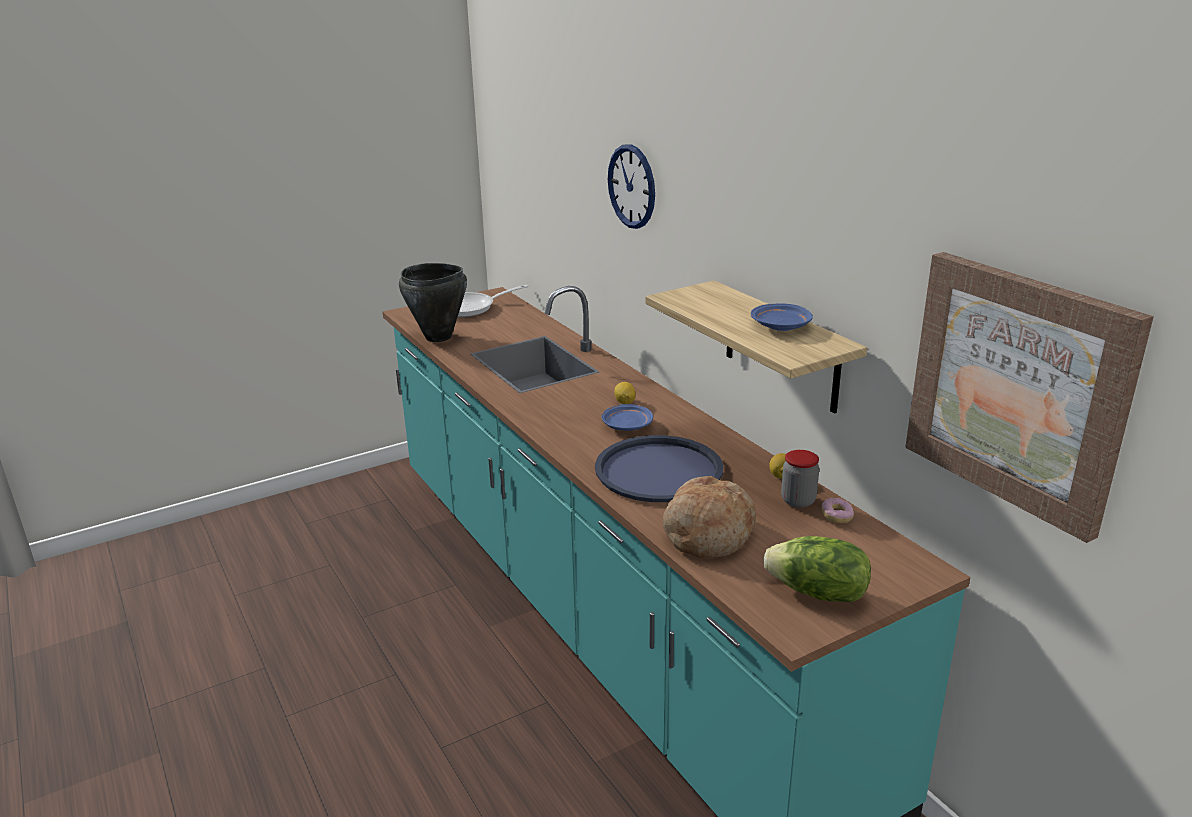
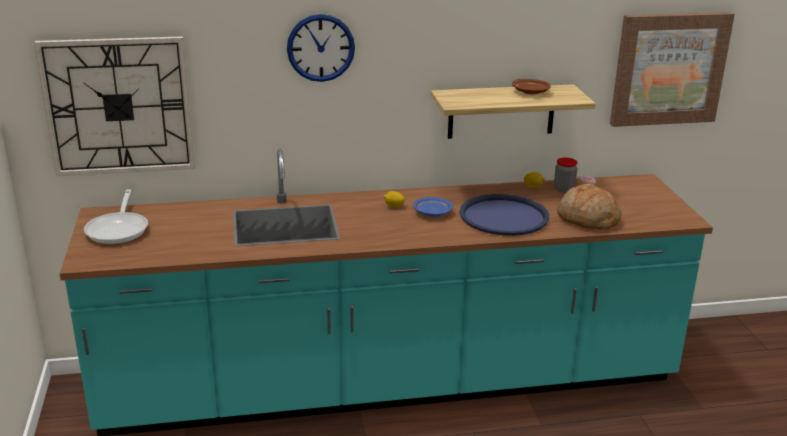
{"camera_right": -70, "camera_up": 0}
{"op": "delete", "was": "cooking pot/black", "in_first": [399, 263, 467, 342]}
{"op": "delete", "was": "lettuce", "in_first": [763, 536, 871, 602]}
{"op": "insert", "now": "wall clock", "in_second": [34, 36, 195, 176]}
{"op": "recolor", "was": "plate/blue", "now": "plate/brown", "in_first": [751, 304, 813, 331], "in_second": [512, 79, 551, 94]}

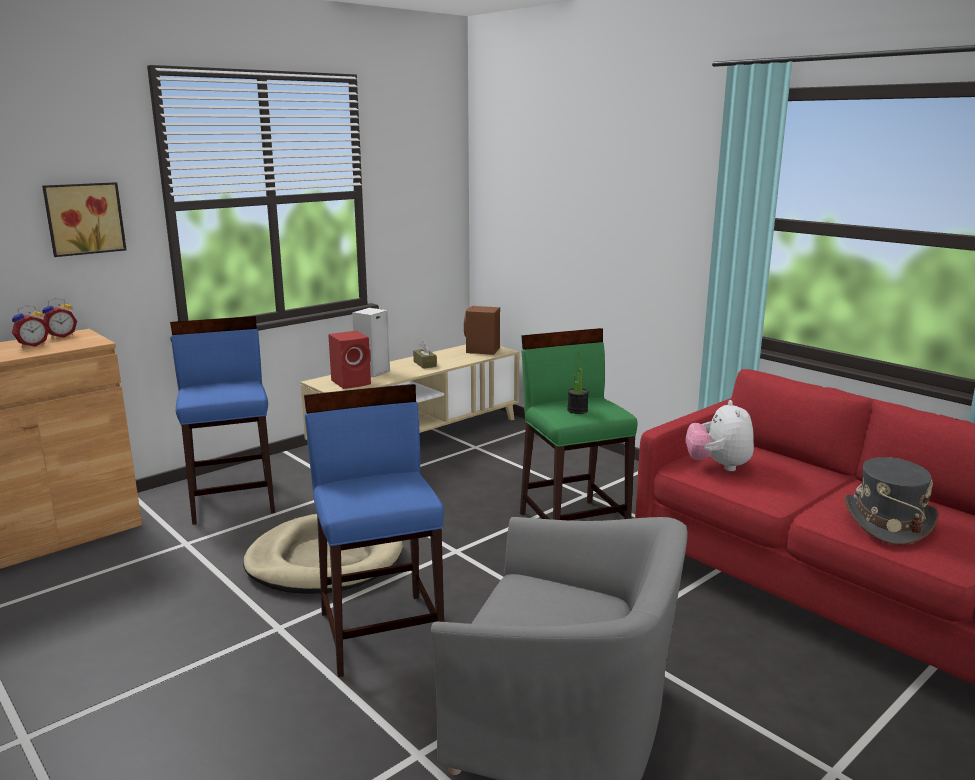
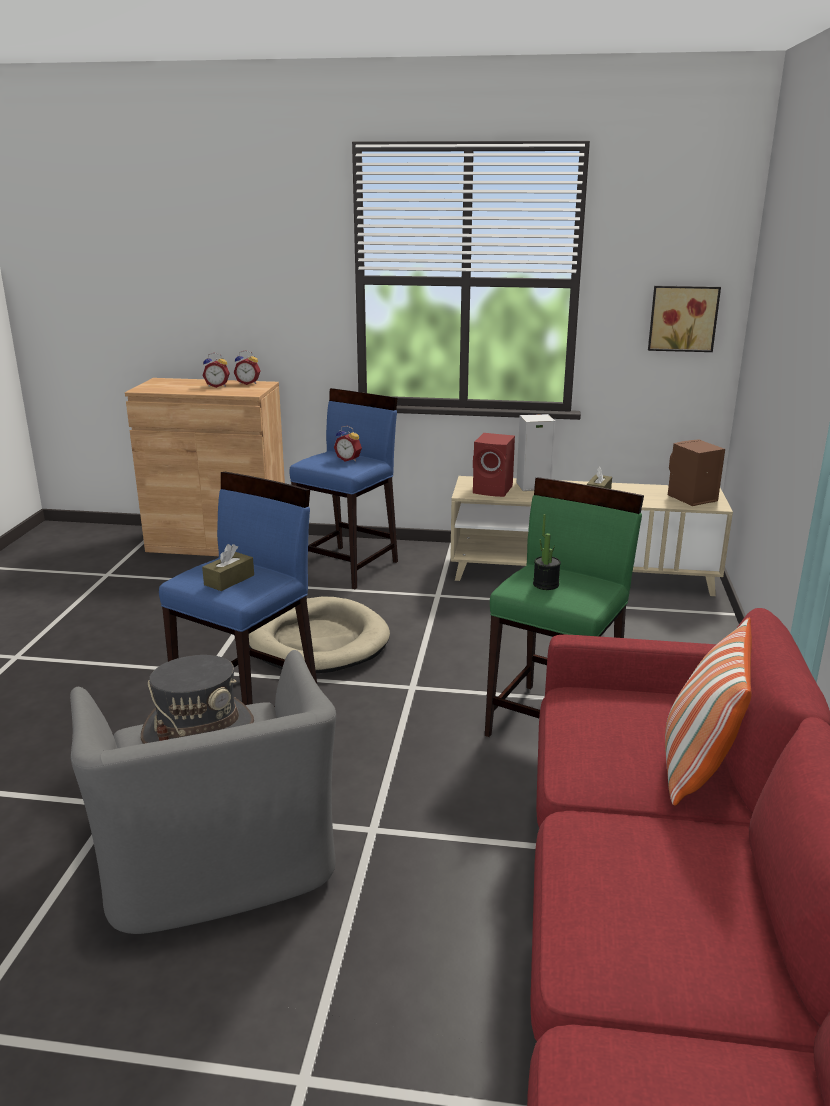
{"camera_right": 50, "camera_up": 5}
{"op": "delete", "was": "plush toy", "in_first": [685, 400, 754, 471]}
{"op": "insert", "now": "tissue box/brown", "in_second": [202, 544, 254, 591]}
{"op": "insert", "now": "alarm clock", "in_second": [334, 426, 362, 462]}
{"op": "insert", "now": "pillow", "in_second": [665, 618, 752, 806]}
{"op": "move", "was": "picture", "in_first": [42, 182, 127, 257], "in_second": [648, 286, 721, 352]}
{"op": "move", "was": "hat/grey", "in_first": [845, 457, 939, 545], "in_second": [141, 655, 254, 744]}

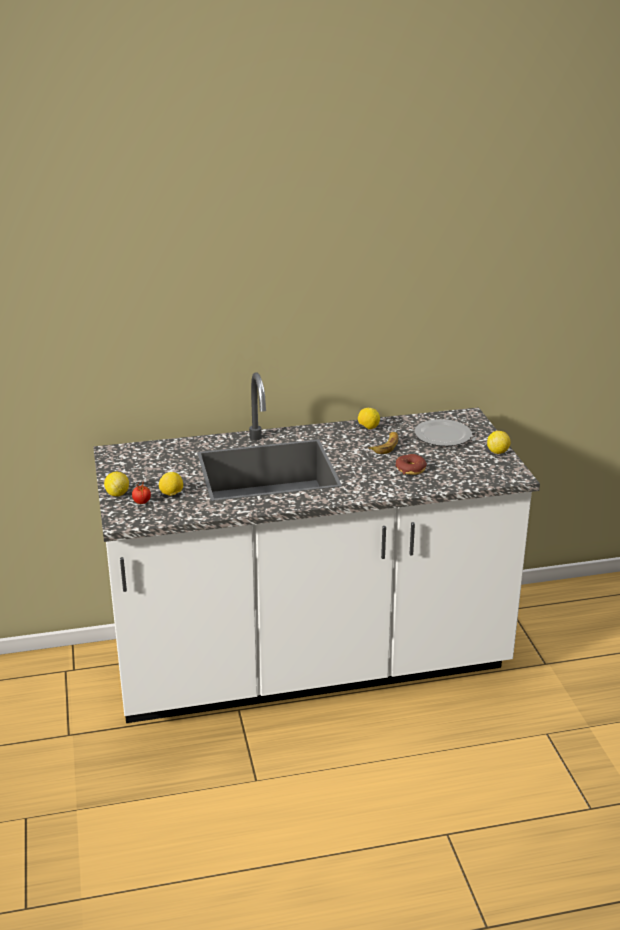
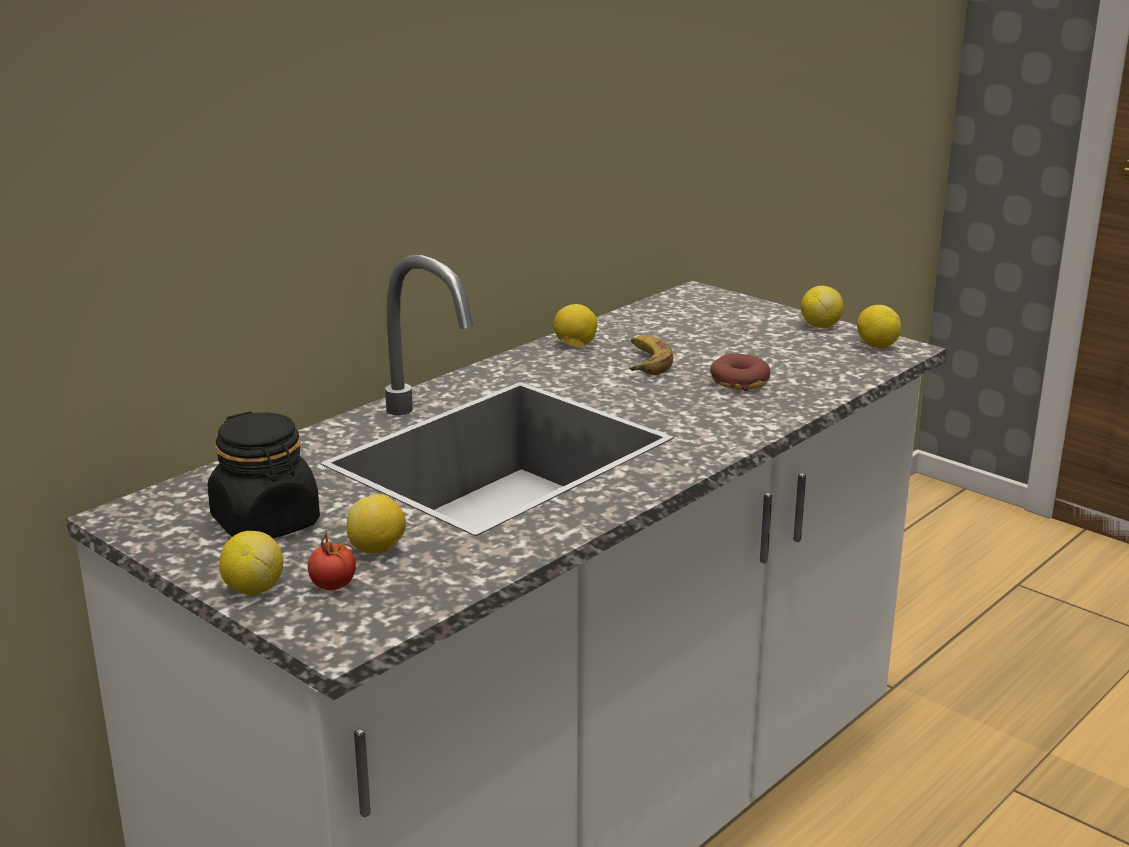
{"camera_right": -35, "camera_up": -5}
{"op": "delete", "was": "plate", "in_first": [415, 419, 472, 446]}
{"op": "insert", "now": "jar/black", "in_second": [208, 411, 320, 538]}
{"op": "insert", "now": "lemon", "in_second": [857, 305, 901, 348]}

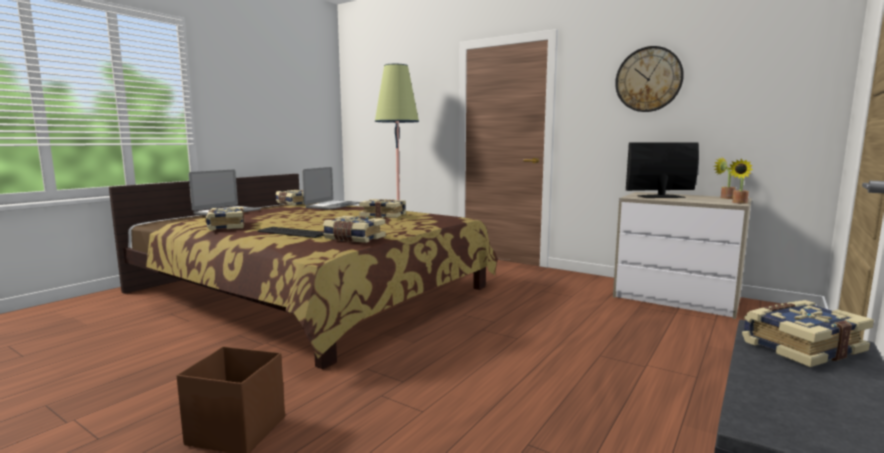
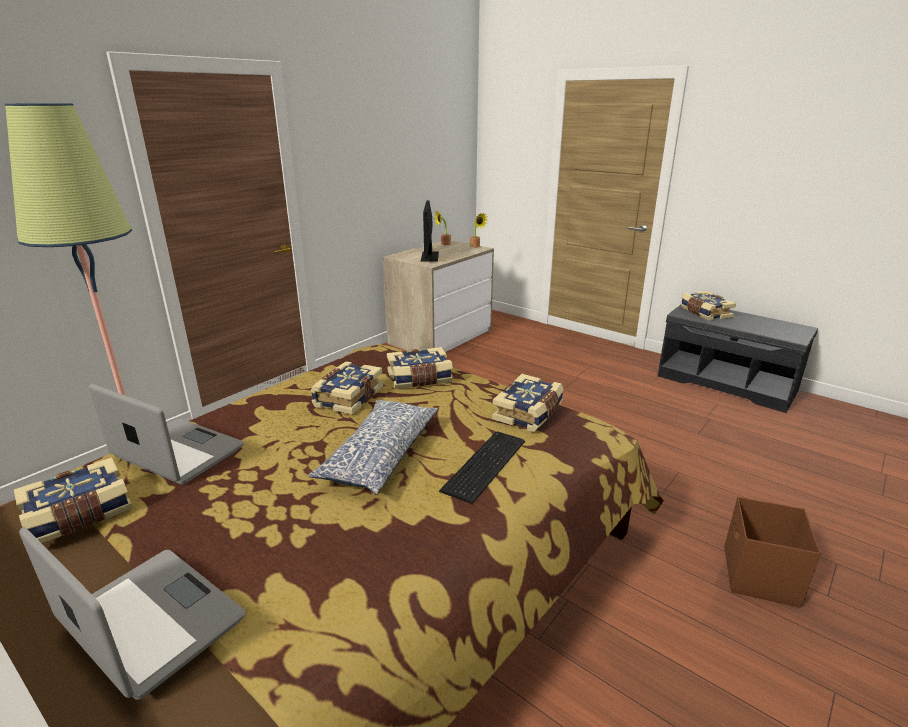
{"camera_right": -85, "camera_up": 15}
{"op": "delete", "was": "wall clock", "in_first": [615, 46, 684, 112]}
{"op": "insert", "now": "pillow", "in_second": [308, 399, 438, 495]}
{"op": "move", "was": "book", "in_first": [206, 207, 244, 230], "in_second": [387, 347, 453, 389]}

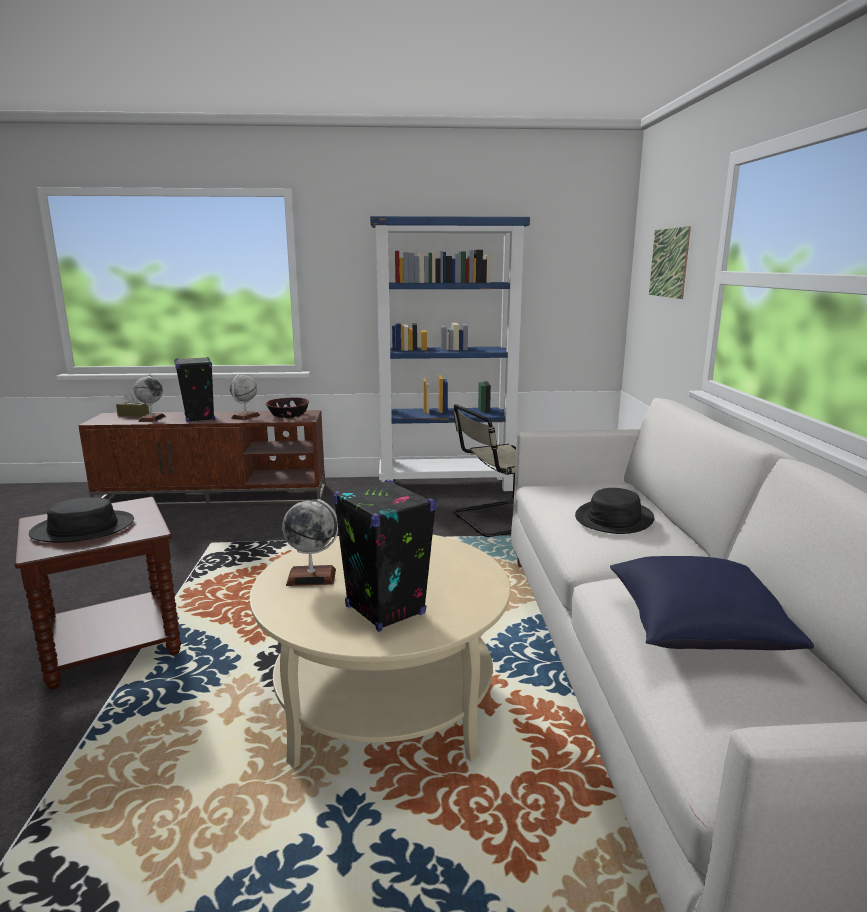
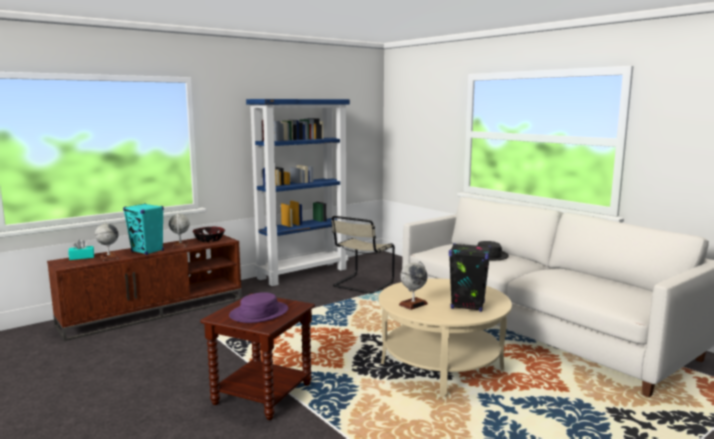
{"camera_right": -35, "camera_up": -5}
{"op": "delete", "was": "pillow/blue", "in_first": [610, 556, 814, 650]}
{"op": "delete", "was": "picture", "in_first": [649, 226, 691, 299]}
{"op": "recolor", "was": "hat/black", "now": "hat/purple", "in_first": [29, 497, 134, 543], "in_second": [229, 292, 288, 323]}
{"op": "recolor", "was": "tissue box/brown", "now": "tissue box/turquoise", "in_first": [116, 393, 149, 417], "in_second": [68, 239, 94, 260]}
{"op": "recolor", "was": "speaker/black", "now": "speaker/turquoise", "in_first": [174, 357, 215, 422], "in_second": [123, 203, 164, 255]}

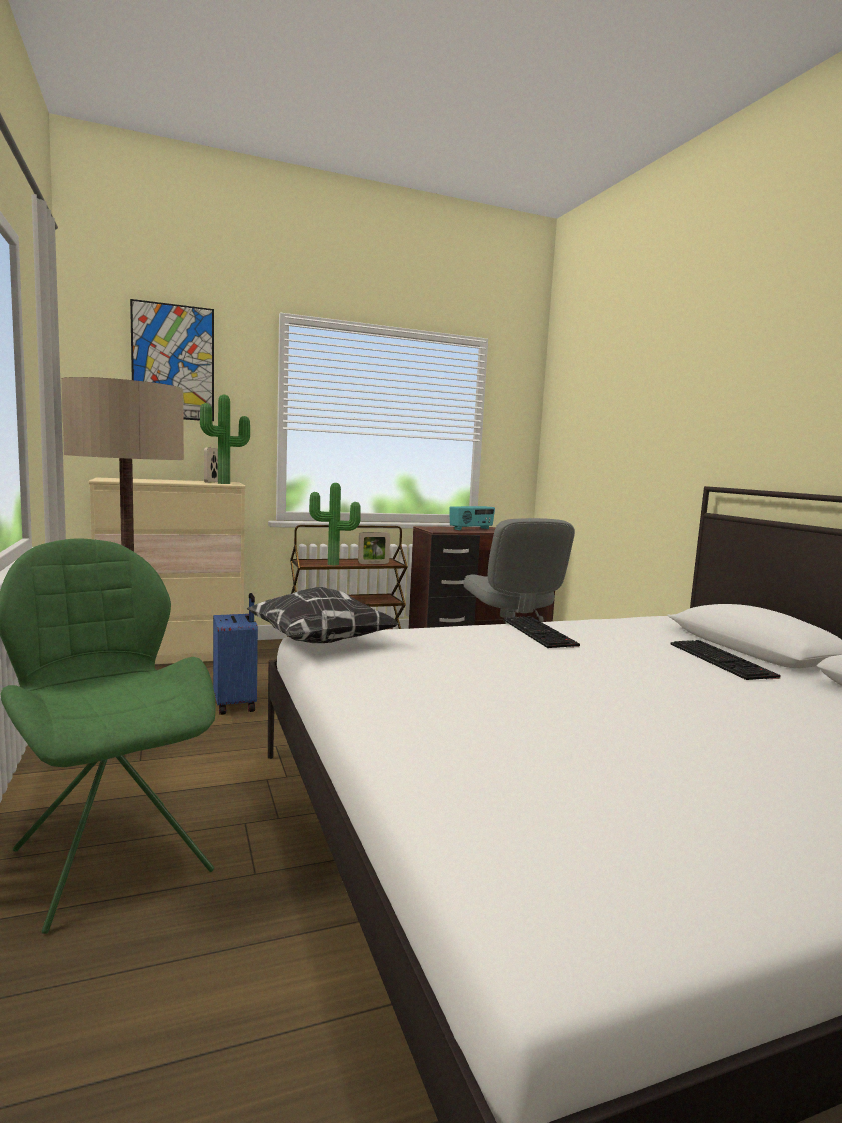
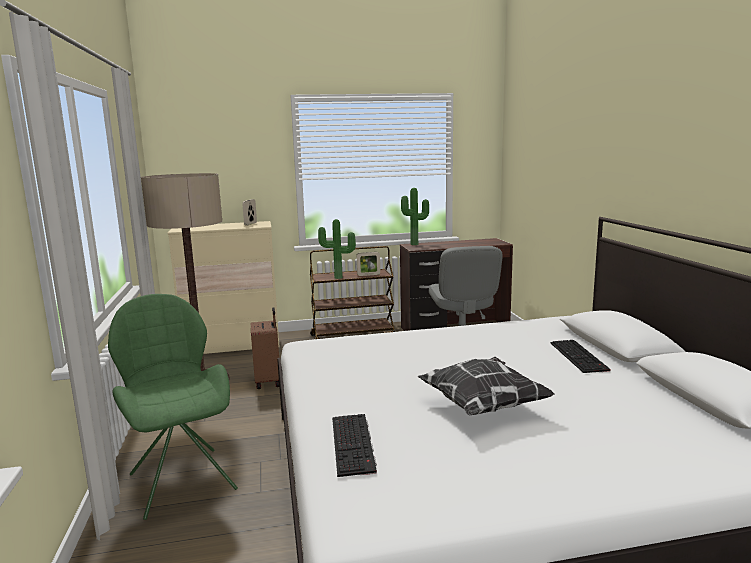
{"camera_right": 10, "camera_up": 5}
{"op": "delete", "was": "picture", "in_first": [130, 299, 214, 421]}
{"op": "delete", "was": "radio", "in_first": [449, 506, 495, 530]}
{"op": "move", "was": "potted plant", "in_first": [200, 395, 250, 484], "in_second": [401, 188, 429, 245]}
{"op": "move", "was": "pillow", "in_first": [246, 587, 399, 643], "in_second": [418, 357, 555, 415]}
{"op": "move", "was": "keyboard", "in_first": [503, 616, 580, 648], "in_second": [332, 414, 377, 477]}
{"op": "recolor", "was": "suitcase/blue", "now": "suitcase/brown", "in_first": [213, 593, 258, 715], "in_second": [251, 307, 279, 389]}

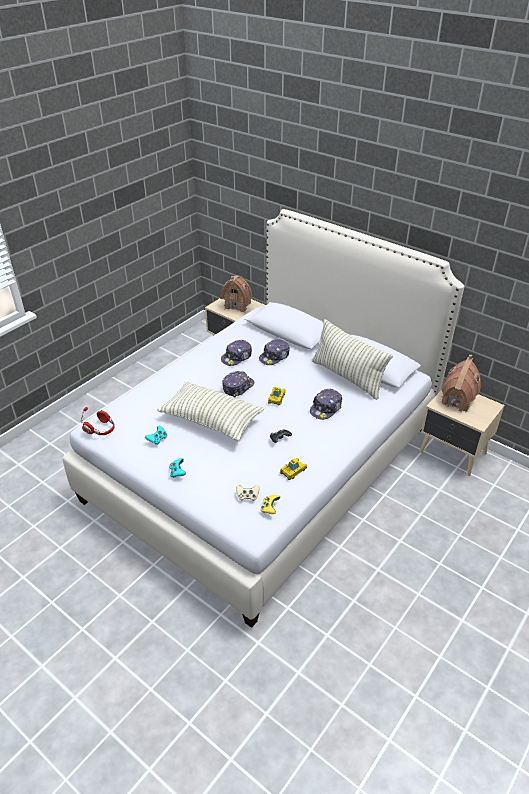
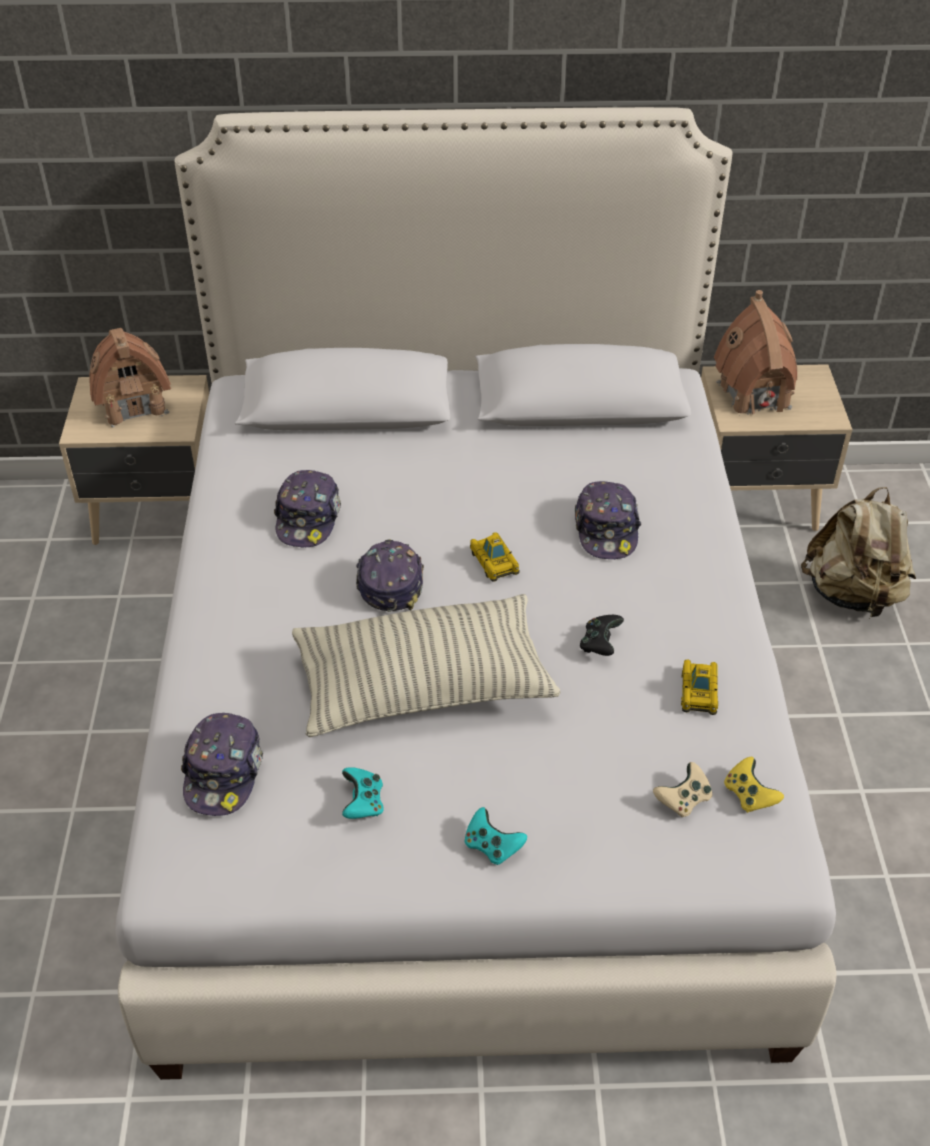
{"camera_right": -40, "camera_up": 5}
{"op": "delete", "was": "headphones/red", "in_first": [81, 407, 115, 435]}
{"op": "delete", "was": "pillow", "in_first": [312, 319, 393, 400]}
{"op": "insert", "now": "backpack/beige", "in_second": [801, 487, 916, 619]}
{"op": "move", "was": "cap", "in_first": [259, 339, 290, 365], "in_second": [181, 713, 263, 816]}

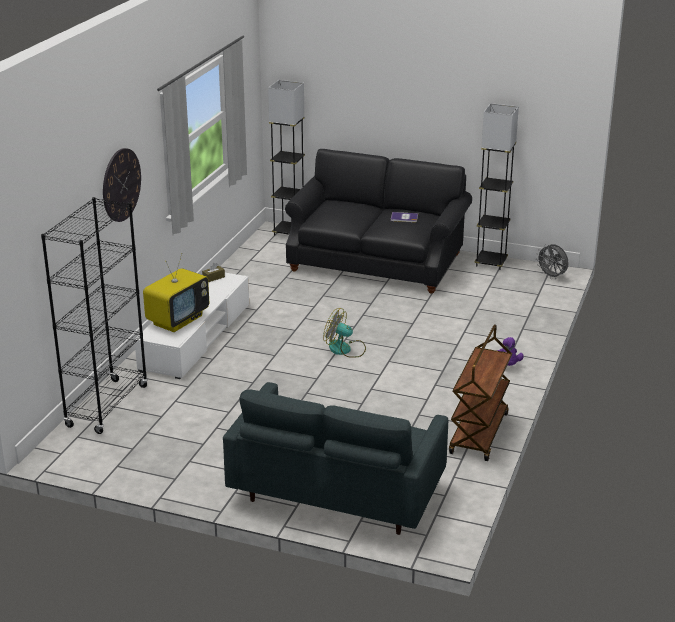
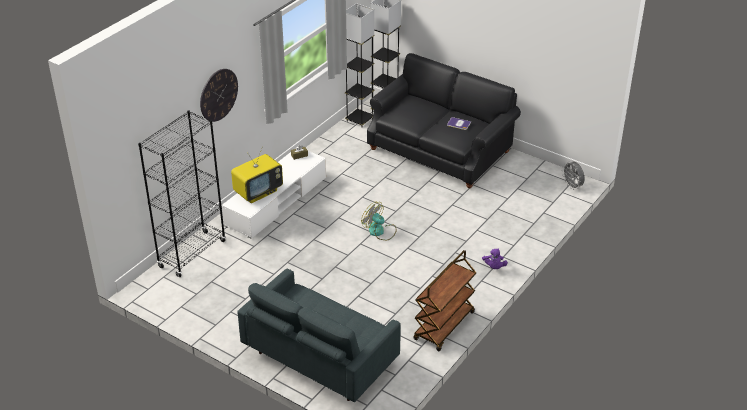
{"camera_right": 15, "camera_up": 10}
{"op": "move", "was": "floor lamp/grey", "in_first": [475, 103, 519, 270], "in_second": [345, 3, 374, 127]}

